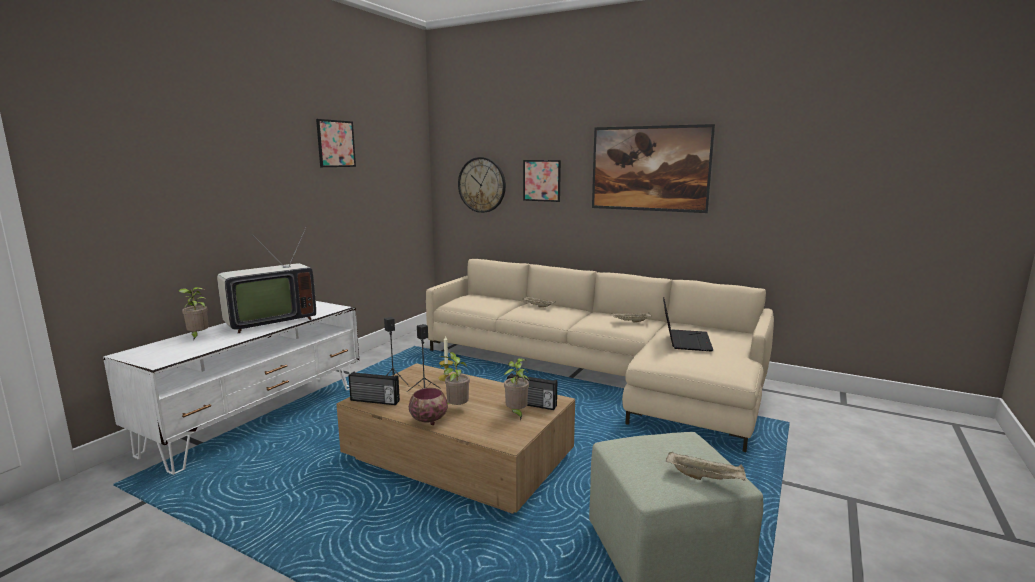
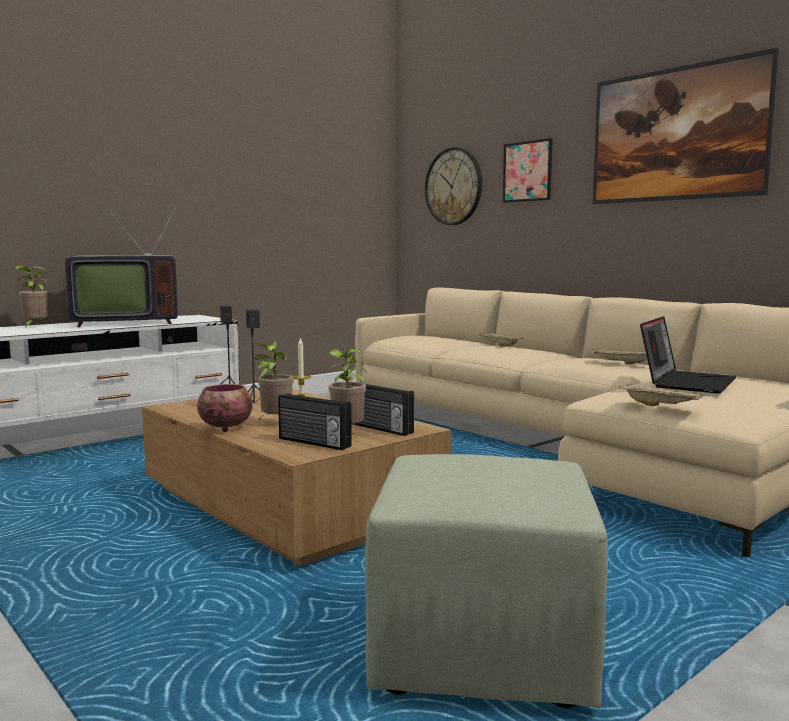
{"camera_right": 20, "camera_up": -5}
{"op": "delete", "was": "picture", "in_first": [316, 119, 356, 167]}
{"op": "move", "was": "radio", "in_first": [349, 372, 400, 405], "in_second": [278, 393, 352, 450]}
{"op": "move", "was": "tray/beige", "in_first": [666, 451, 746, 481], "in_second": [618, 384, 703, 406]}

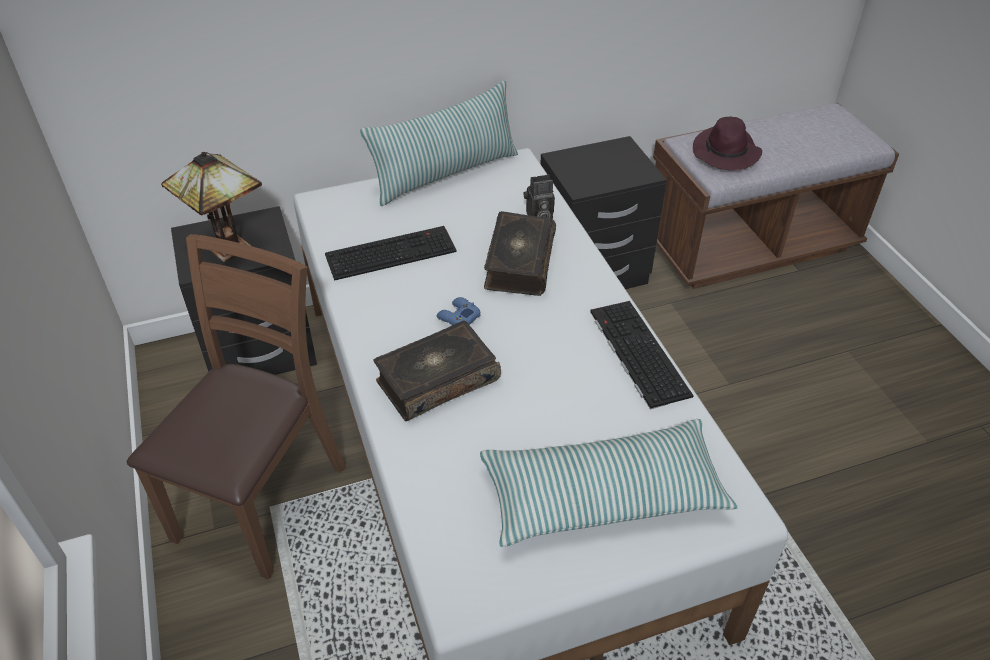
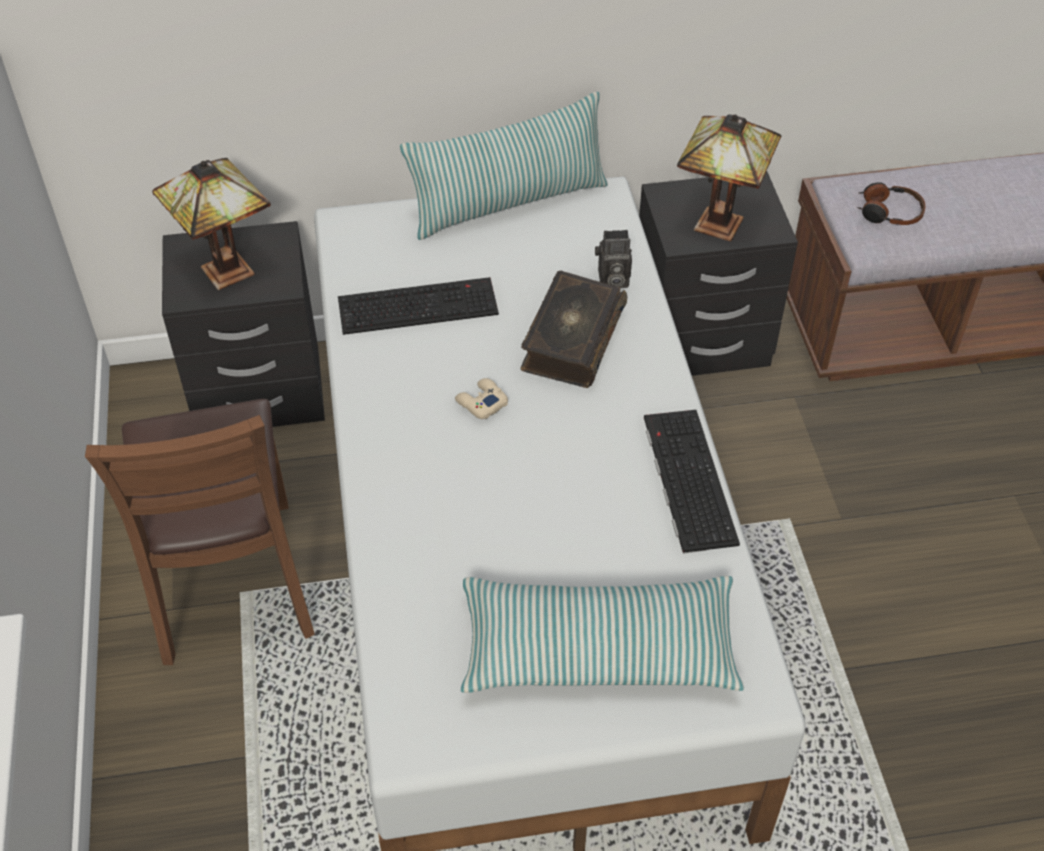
{"camera_right": 10, "camera_up": 5}
{"op": "delete", "was": "book", "in_first": [373, 320, 501, 421]}
{"op": "insert", "now": "table lamp", "in_second": [677, 114, 781, 241]}
{"op": "replace", "was": "hat/purple", "now": "headphones", "in_first": [693, 117, 762, 170], "in_second": [857, 182, 925, 225]}
{"op": "recolor", "was": "game controller/blue", "now": "game controller/beige", "in_first": [437, 297, 481, 325], "in_second": [455, 378, 508, 419]}
{"op": "rotate", "was": "chair/brown", "in_first": [127, 234, 346, 580], "in_second": [85, 399, 315, 665], "clockwise": 135}

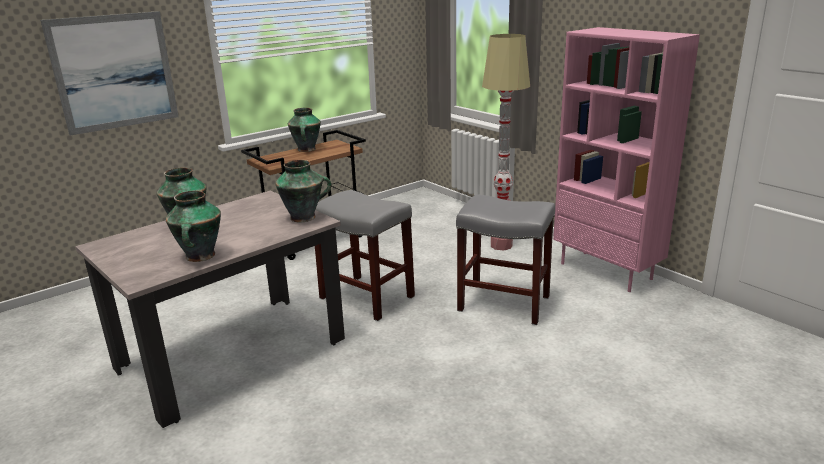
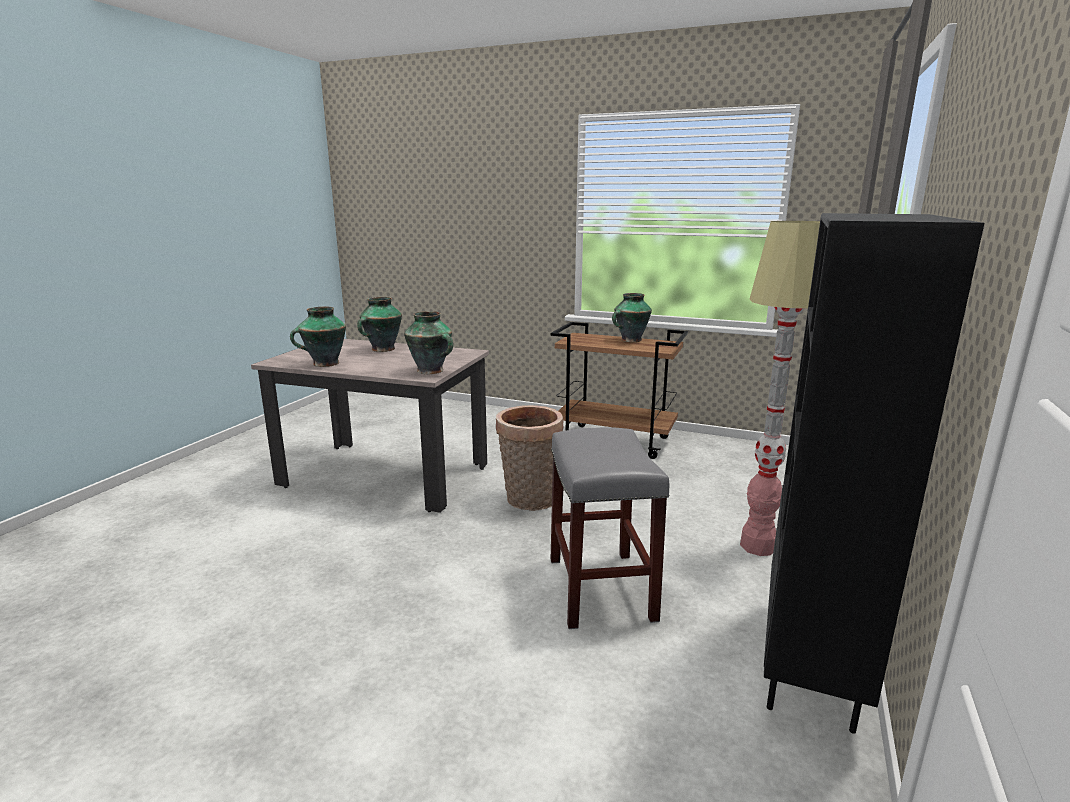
{"camera_right": 60, "camera_up": -5}
{"op": "delete", "was": "picture", "in_first": [40, 11, 179, 136]}
{"op": "replace", "was": "stool/grey", "now": "basket", "in_first": [315, 190, 415, 321], "in_second": [496, 405, 564, 511]}
{"op": "recolor", "was": "bookcase/pink", "now": "bookcase/black", "in_first": [553, 27, 700, 292], "in_second": [764, 213, 984, 734]}

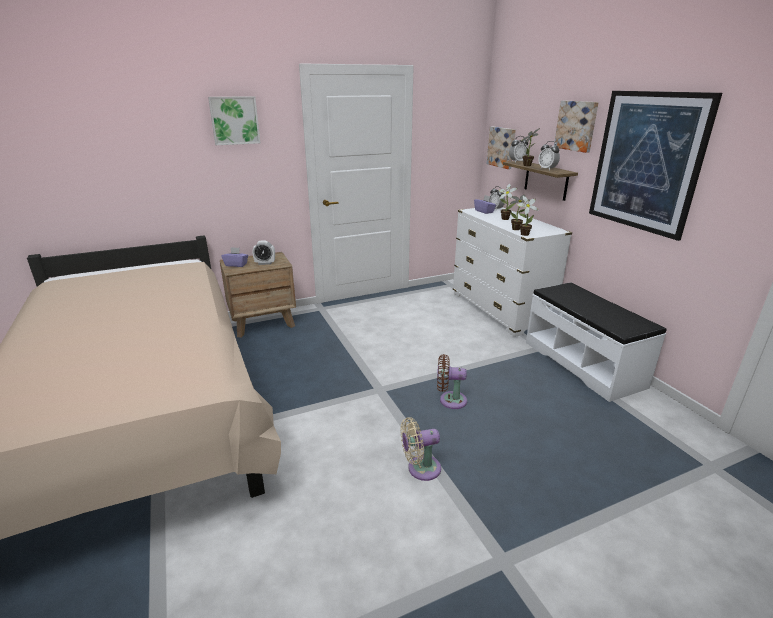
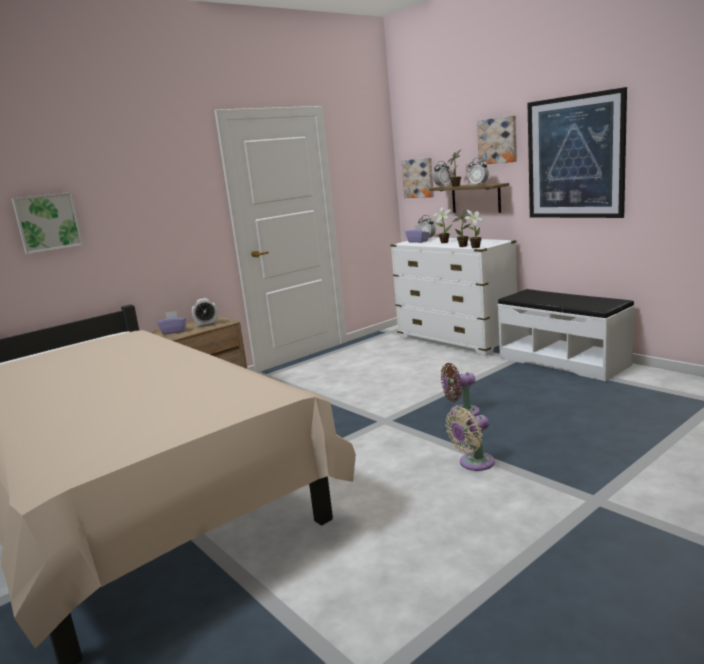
{"camera_right": -15, "camera_up": -10}
{"op": "move", "was": "picture", "in_first": [208, 96, 260, 145], "in_second": [12, 192, 83, 254]}

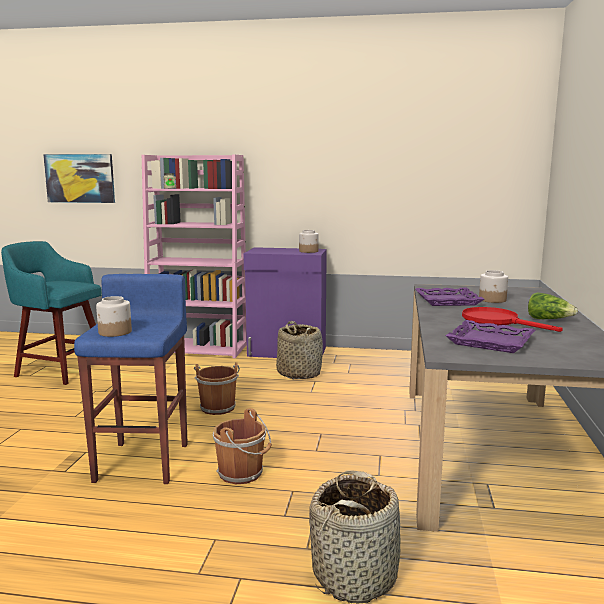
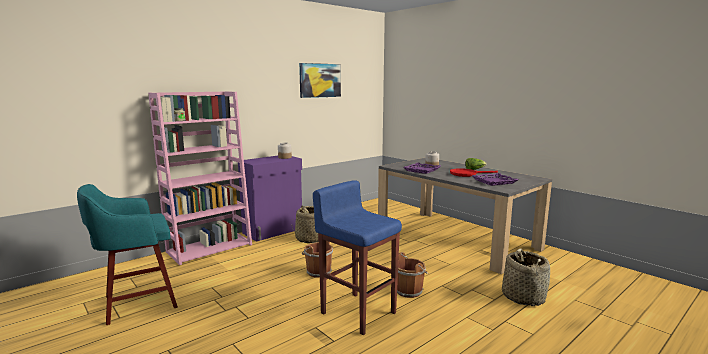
{"camera_right": -50, "camera_up": 0}
{"op": "delete", "was": "jar", "in_first": [96, 296, 132, 337]}
{"op": "move", "was": "picture", "in_first": [43, 154, 115, 203], "in_second": [299, 63, 341, 98]}

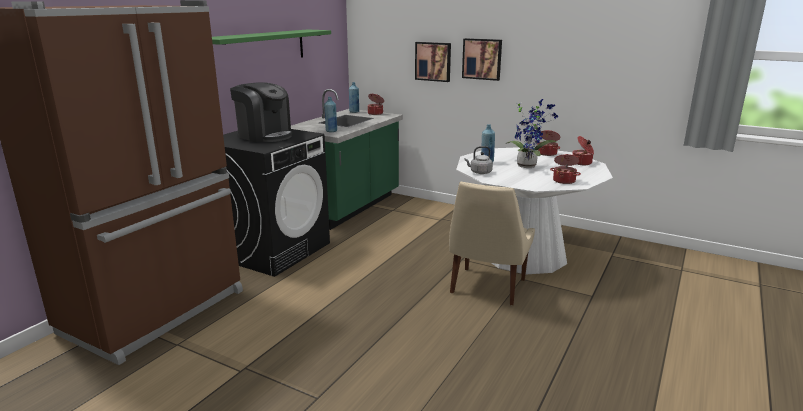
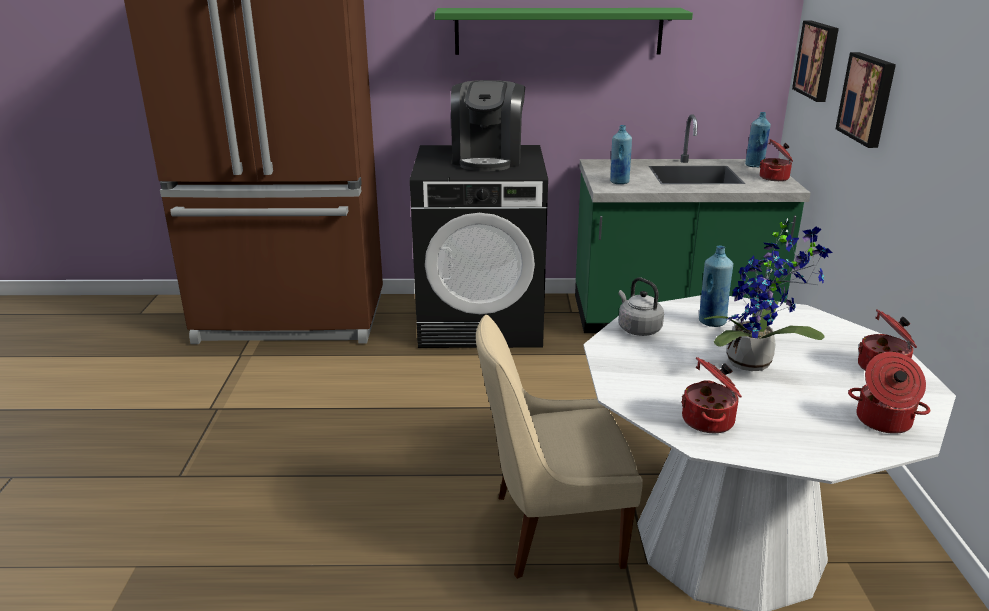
{"camera_right": 60, "camera_up": 5}
{"op": "move", "was": "picture", "in_first": [462, 38, 502, 81], "in_second": [792, 21, 839, 102]}

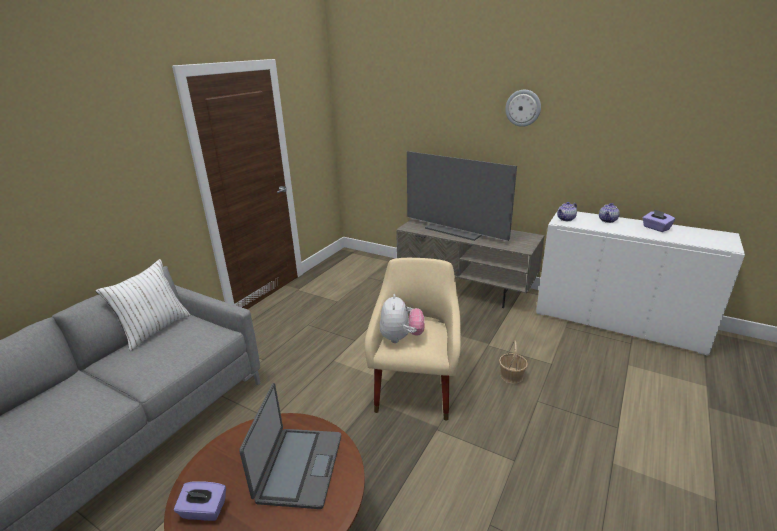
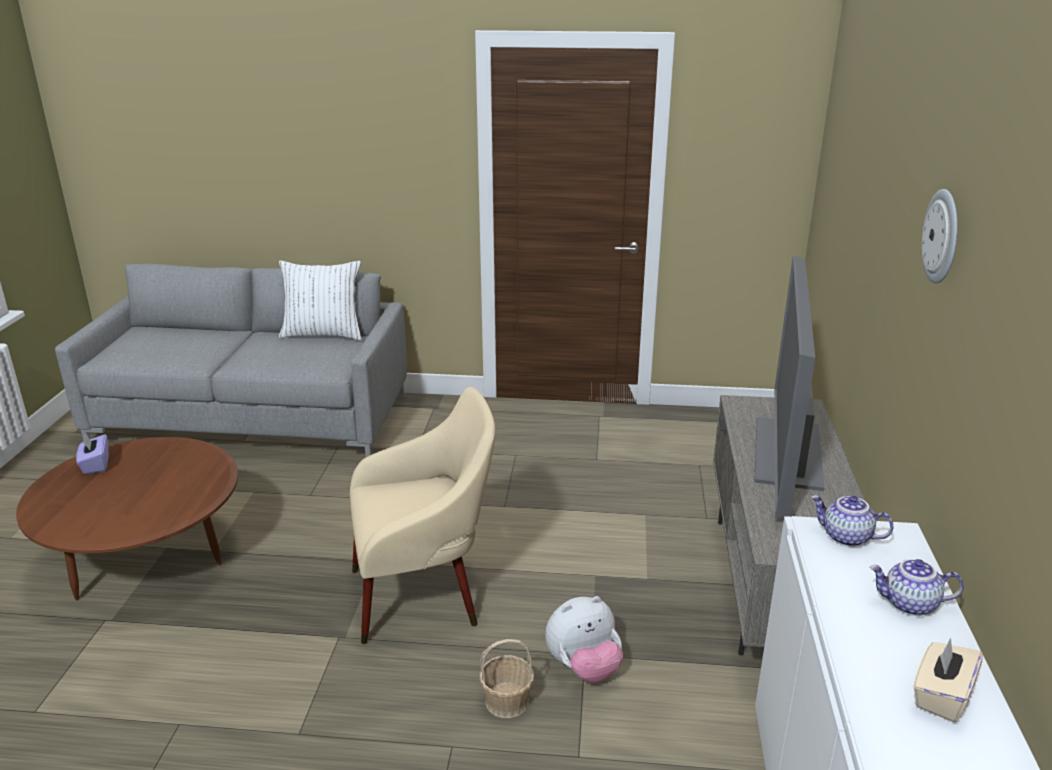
{"camera_right": 65, "camera_up": 0}
{"op": "delete", "was": "laptop", "in_first": [239, 383, 341, 509]}
{"op": "move", "was": "plush toy", "in_first": [380, 294, 425, 343], "in_second": [545, 596, 623, 683]}
{"op": "recolor", "was": "tissue box/purple", "now": "tissue box/beige", "in_first": [643, 209, 675, 232], "in_second": [913, 637, 983, 722]}

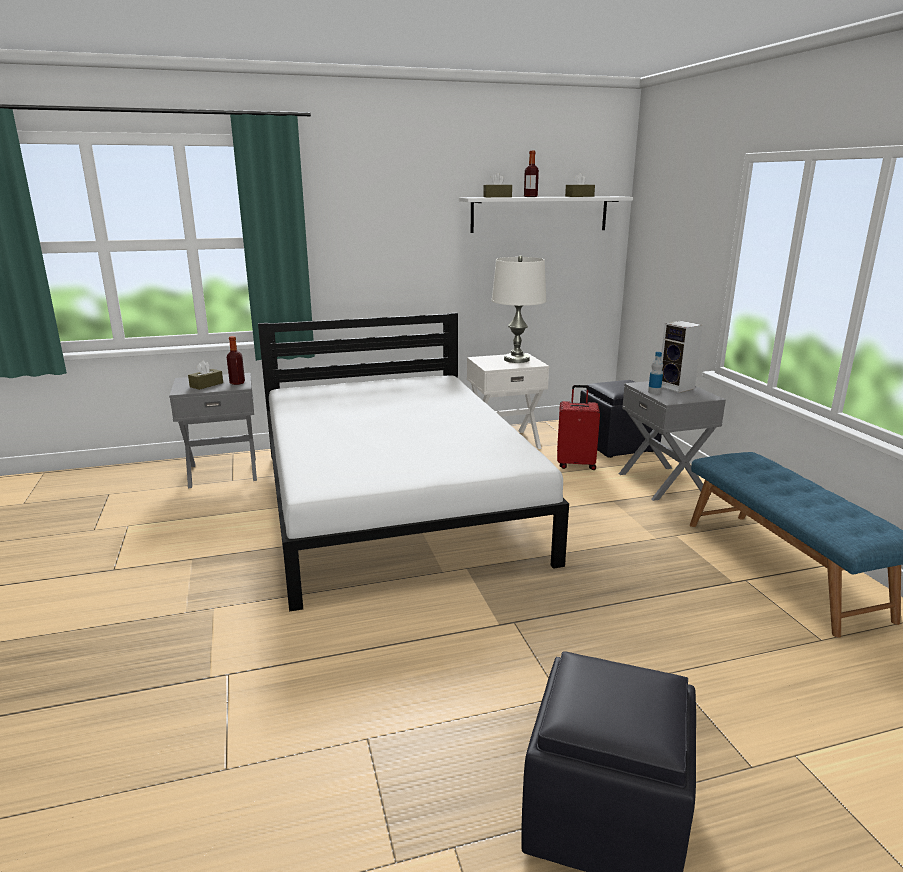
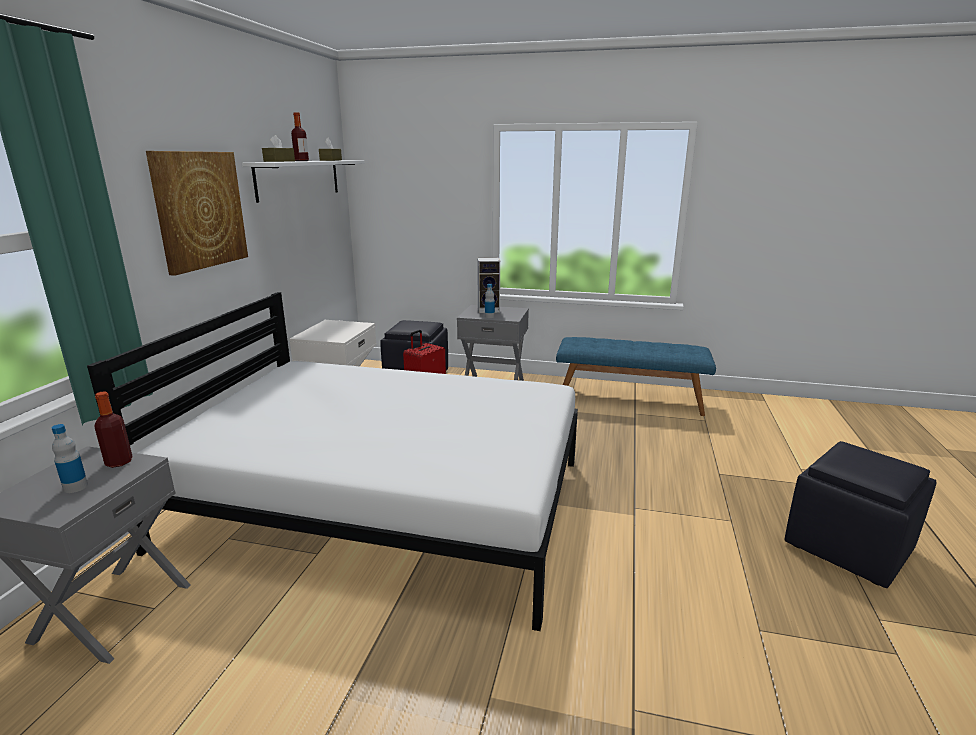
{"camera_right": -60, "camera_up": 0}
{"op": "delete", "was": "table lamp/white", "in_first": [492, 255, 546, 363]}
{"op": "insert", "now": "picture", "in_second": [146, 151, 248, 276]}
{"op": "replace", "was": "tissue box/brown", "now": "bottle", "in_first": [188, 361, 223, 390], "in_second": [51, 424, 88, 493]}

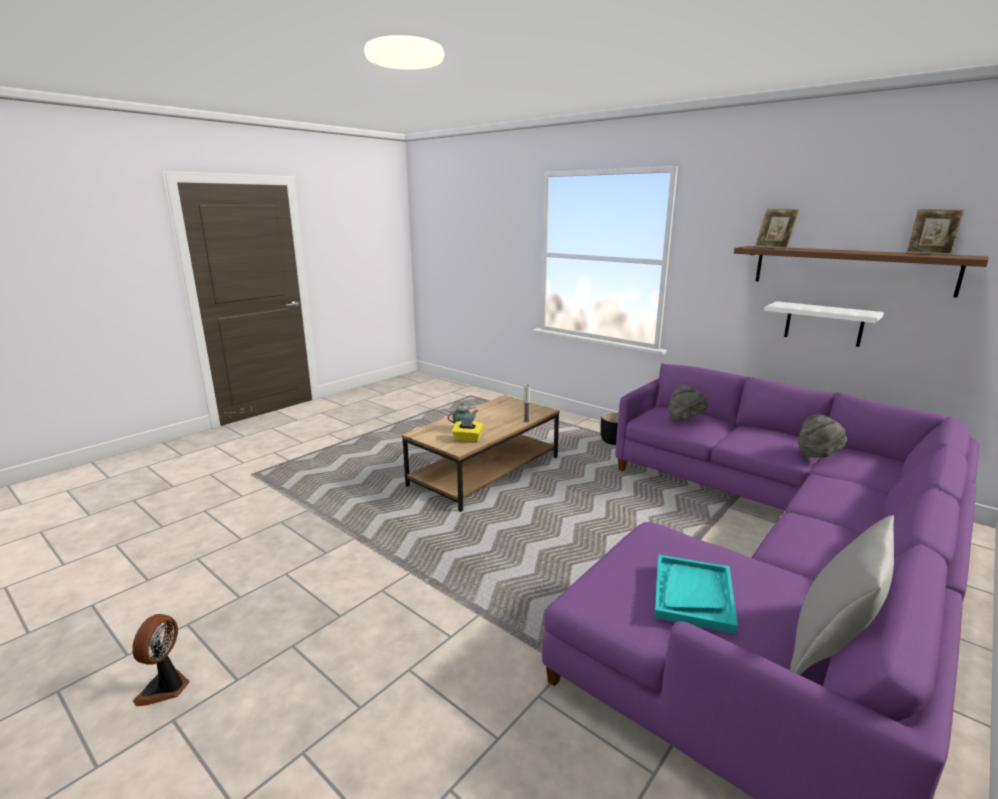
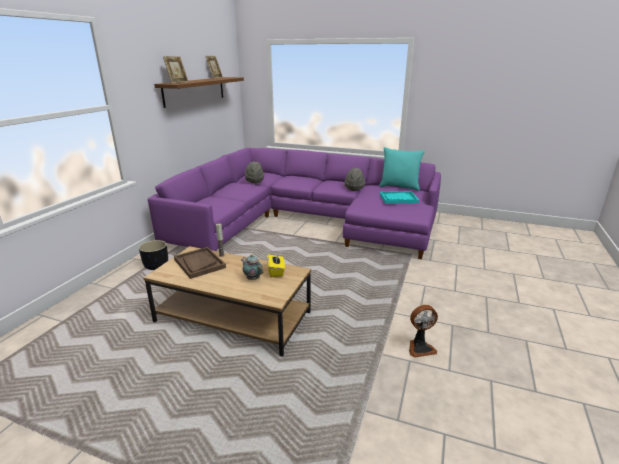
{"camera_right": -110, "camera_up": 5}
{"op": "delete", "was": "shelf/white", "in_first": [764, 301, 884, 347]}
{"op": "insert", "now": "tray/brown", "in_second": [174, 247, 226, 279]}
{"op": "move", "was": "fan", "in_first": [132, 614, 190, 706], "in_second": [409, 305, 438, 358]}
{"op": "move", "was": "hat/grey", "in_first": [668, 385, 708, 420], "in_second": [345, 168, 365, 191]}
{"op": "recolor", "was": "pillow/grey", "now": "pillow/turquoise", "in_first": [790, 515, 894, 675], "in_second": [379, 147, 425, 191]}

